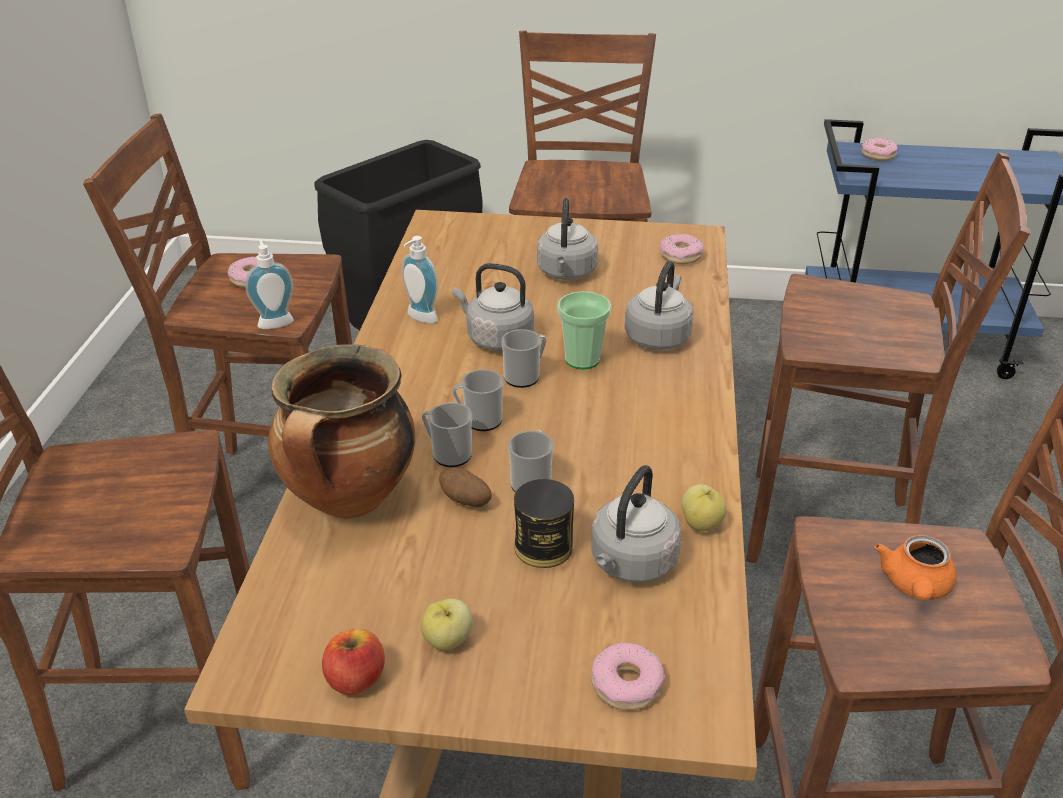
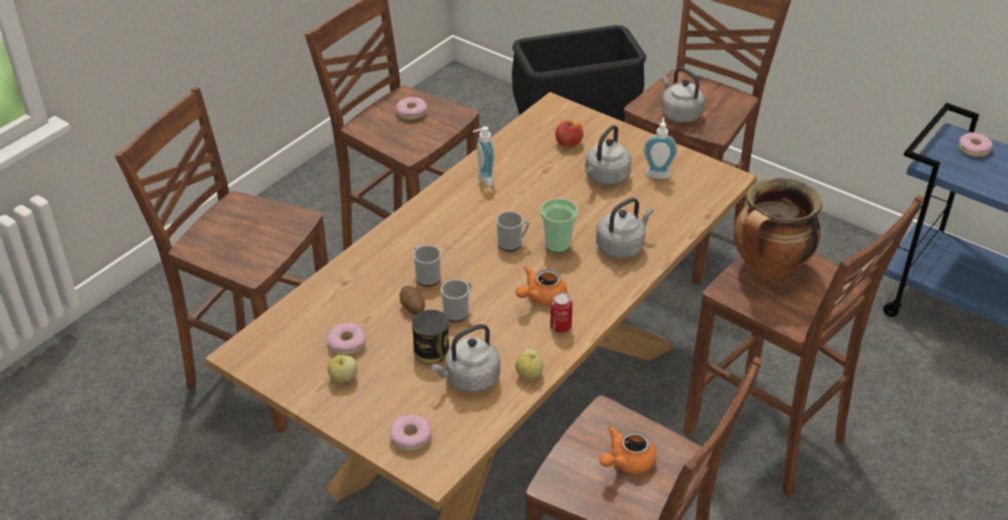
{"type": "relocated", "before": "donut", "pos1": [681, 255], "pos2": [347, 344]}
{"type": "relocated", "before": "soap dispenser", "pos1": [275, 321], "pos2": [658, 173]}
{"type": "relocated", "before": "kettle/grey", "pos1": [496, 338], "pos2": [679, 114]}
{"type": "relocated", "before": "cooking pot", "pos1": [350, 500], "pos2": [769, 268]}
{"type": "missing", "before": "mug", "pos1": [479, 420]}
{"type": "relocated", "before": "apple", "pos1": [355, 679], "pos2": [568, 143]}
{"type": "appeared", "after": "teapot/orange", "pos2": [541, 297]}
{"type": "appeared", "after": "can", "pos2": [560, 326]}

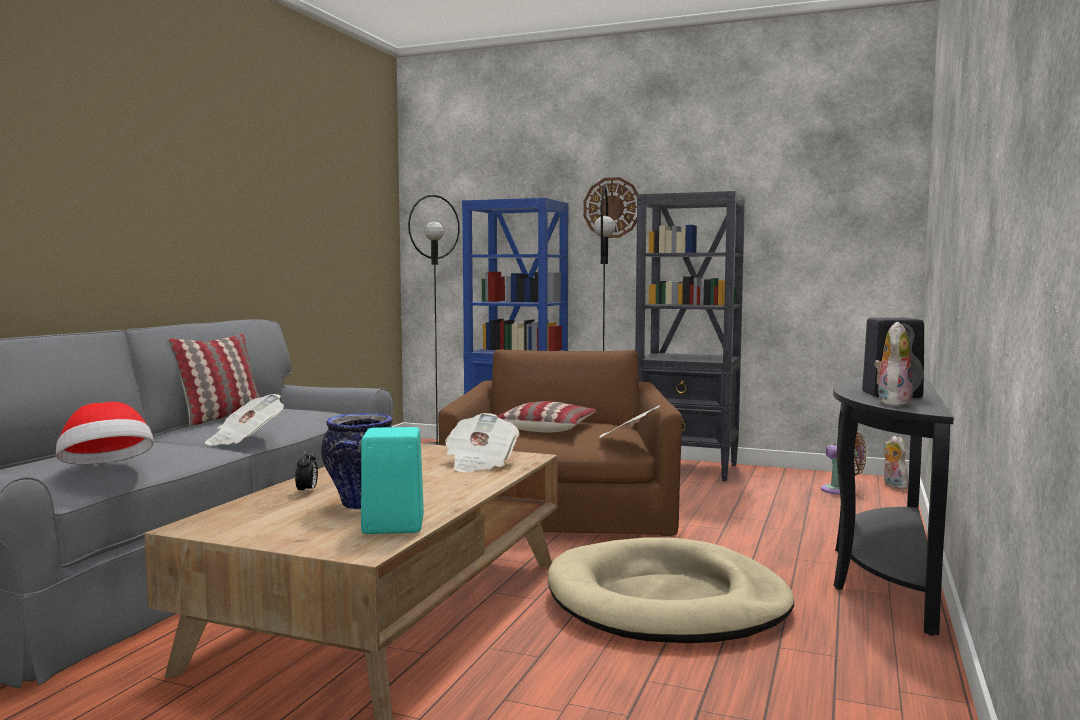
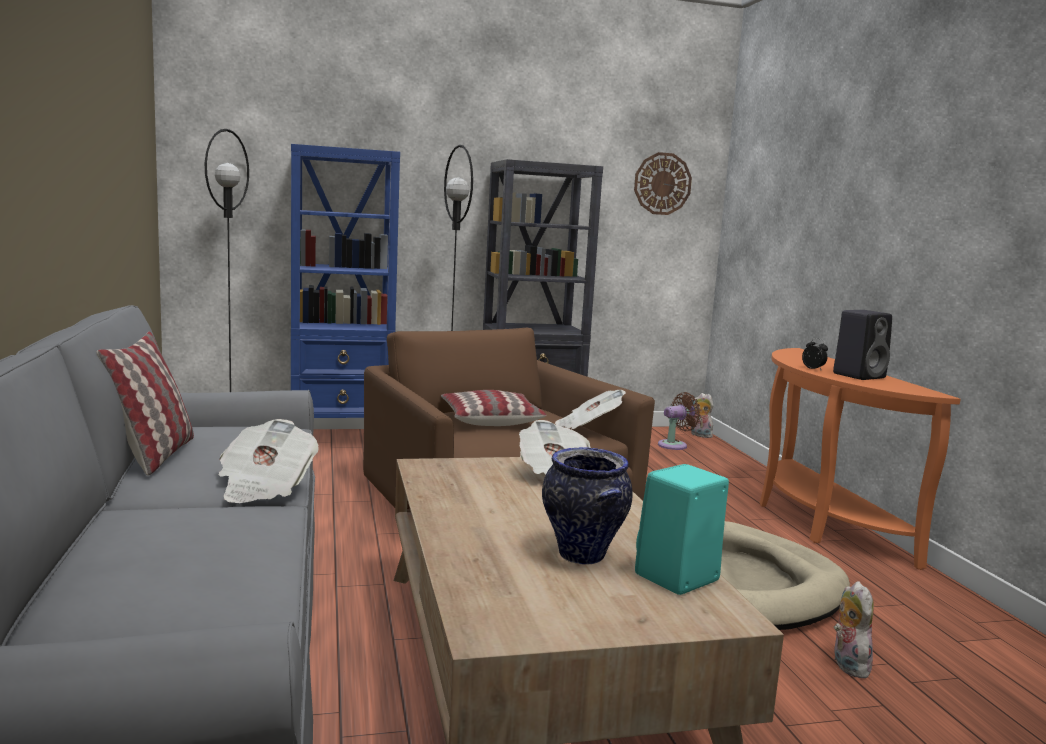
{"type": "relocated", "before": "wall clock", "pos1": [612, 207], "pos2": [662, 184]}
{"type": "relocated", "before": "plush toy", "pos1": [892, 403], "pos2": [847, 665]}
{"type": "colour", "before": "console table/black", "after": "console table/orange", "pos1": [883, 573], "pos2": [817, 521]}
{"type": "missing", "before": "hat", "pos1": [107, 470]}
{"type": "relocated", "before": "alarm clock", "pos1": [307, 491], "pos2": [813, 369]}

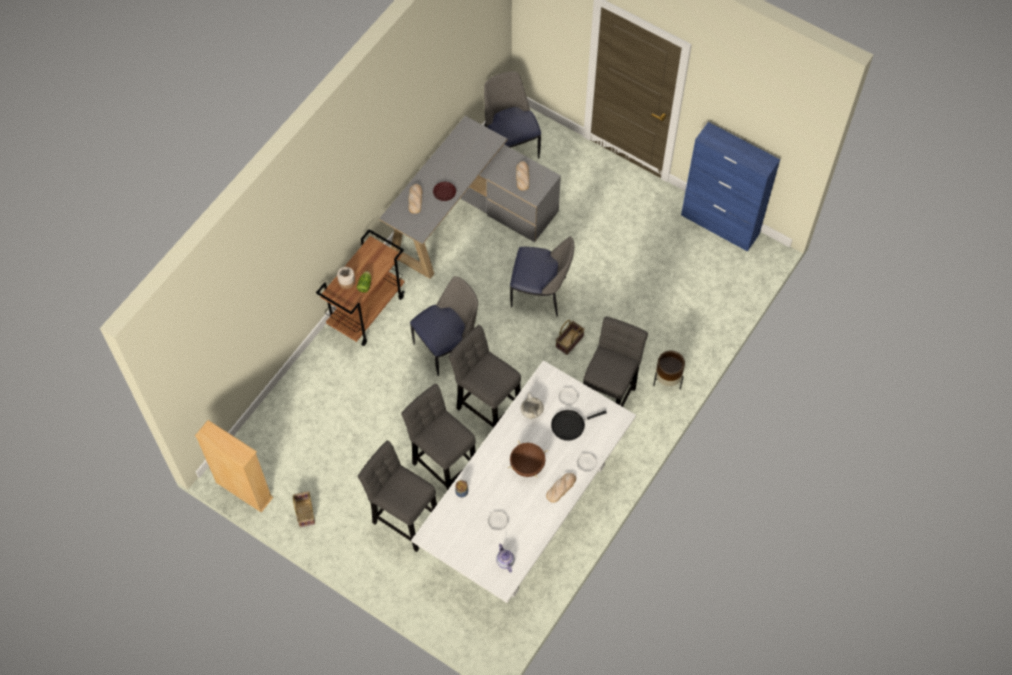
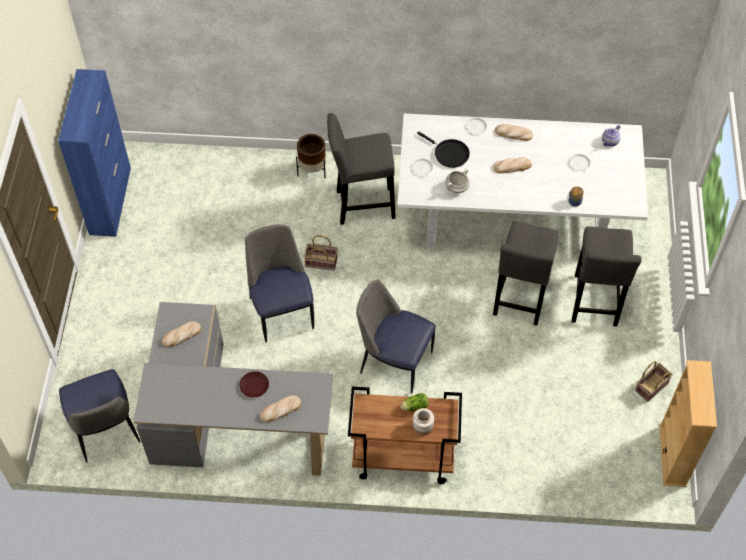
{"type": "spun", "before": "chair", "pos1": [510, 146], "pos2": [105, 431], "turn": -60}
{"type": "missing", "before": "stool/grey", "pos1": [486, 407]}
{"type": "exchanged", "before": "cooking pot/brown", "after": "bread", "pos1": [527, 466], "pos2": [512, 166]}

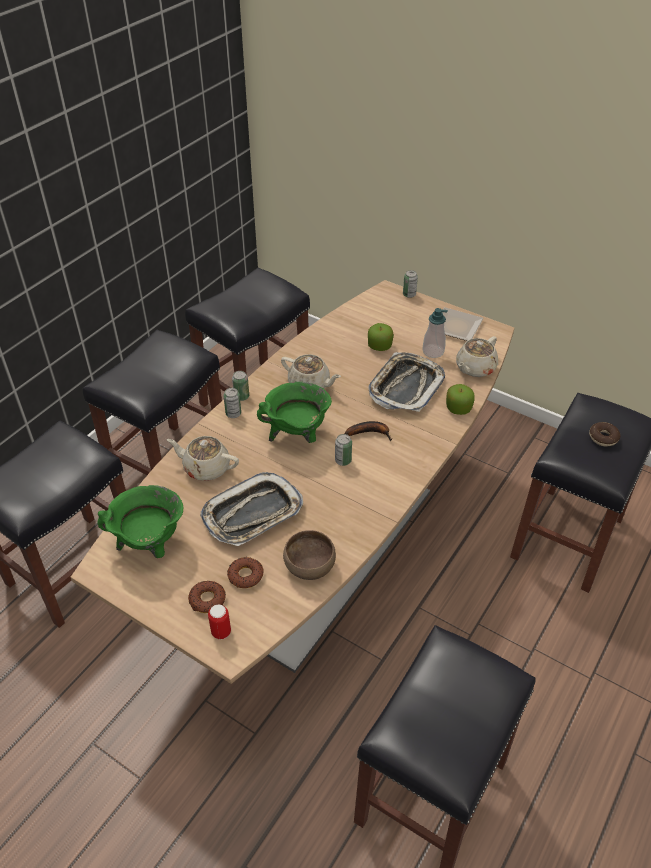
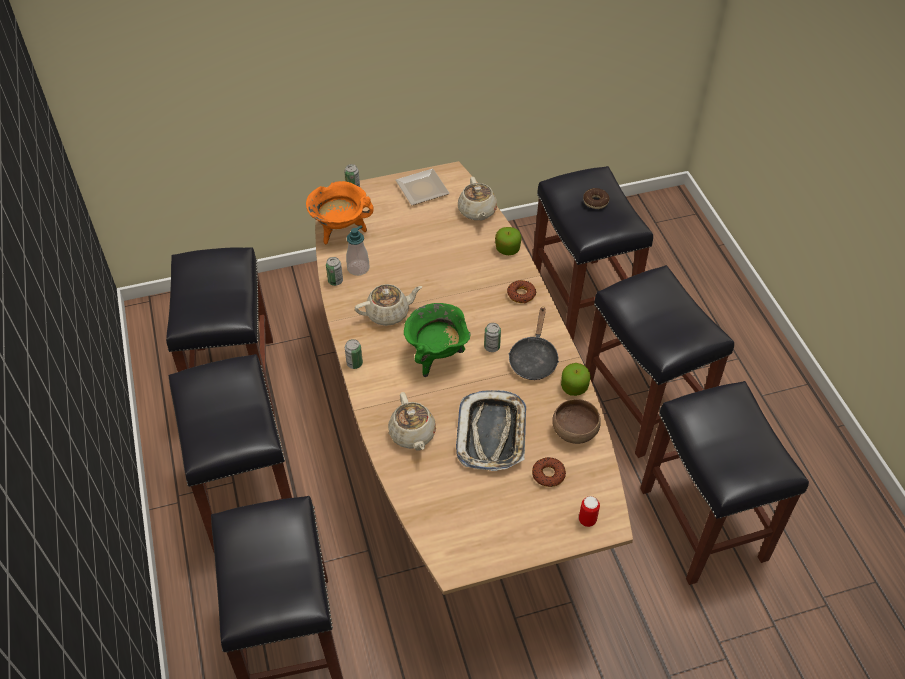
{"type": "relocated", "before": "soap dispenser", "pos1": [433, 352], "pos2": [358, 268]}
{"type": "relocated", "before": "apple", "pos1": [379, 346], "pos2": [574, 387]}
{"type": "missing", "before": "tray", "pos1": [405, 387]}
{"type": "relocated", "before": "can", "pos1": [233, 414], "pos2": [335, 281]}
{"type": "missing", "before": "banana", "pos1": [370, 433]}
{"type": "spun", "before": "teapot/beige", "pos1": [206, 468], "pos2": [412, 434], "turn": -75}
{"type": "missing", "before": "cooking pot/green", "pos1": [150, 544]}
{"type": "relocated", "before": "donut", "pos1": [207, 600], "pos2": [521, 294]}
{"type": "appeared", "after": "cooking pot/orange", "pos2": [341, 230]}
{"type": "appeared", "after": "stool/black", "pos2": [644, 406]}
{"type": "appeared", "after": "frying pan/black", "pos2": [533, 359]}

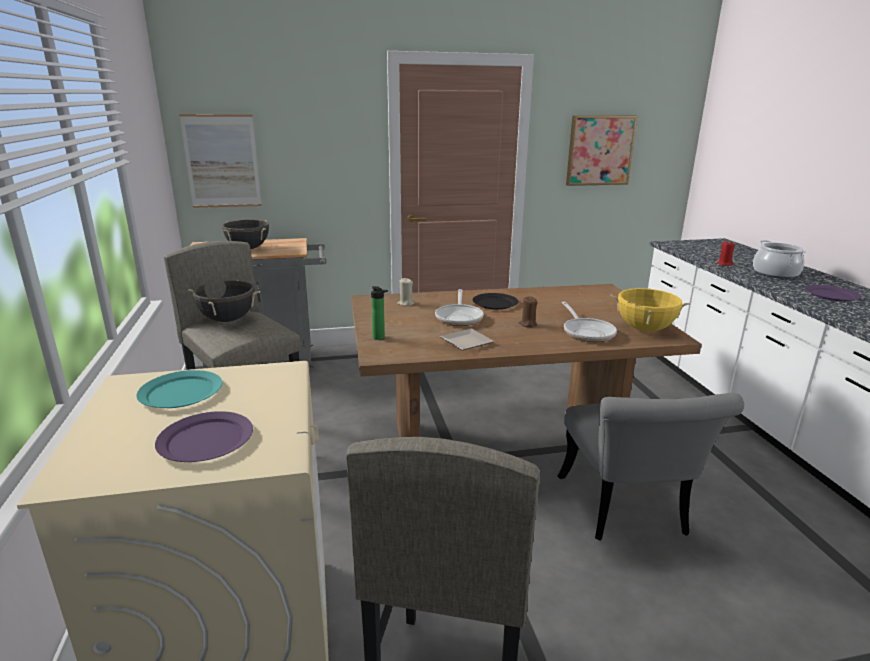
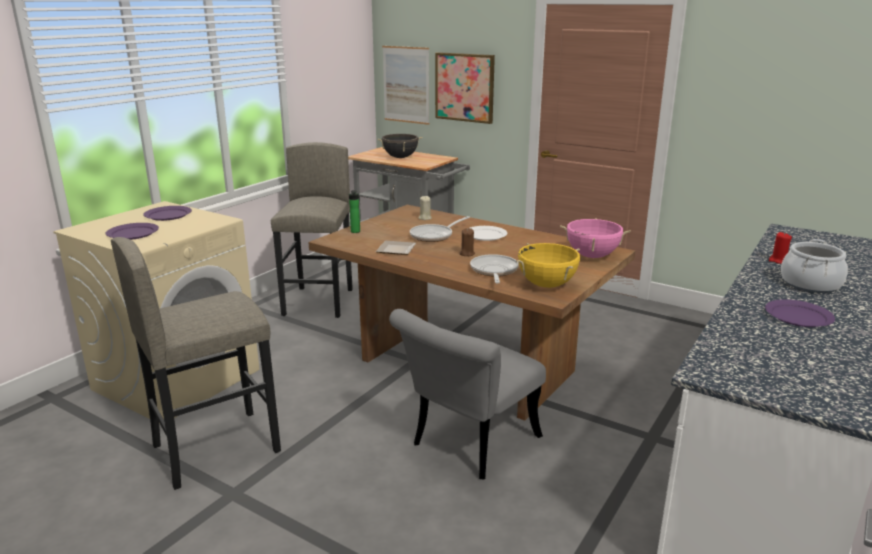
{"type": "relocated", "before": "picture", "pos1": [600, 150], "pos2": [465, 87]}
{"type": "missing", "before": "cooking pot/black", "pos1": [228, 320]}
{"type": "colour", "before": "plate/black", "after": "plate/white", "pos1": [495, 303], "pos2": [486, 235]}
{"type": "spun", "before": "frying pan", "pos1": [587, 332], "pos2": [494, 271], "turn": 150}
{"type": "colour", "before": "plate/turquoise", "after": "plate/purple", "pos1": [182, 393], "pos2": [168, 215]}
{"type": "appeared", "after": "cooking pot/pink", "pos2": [592, 256]}

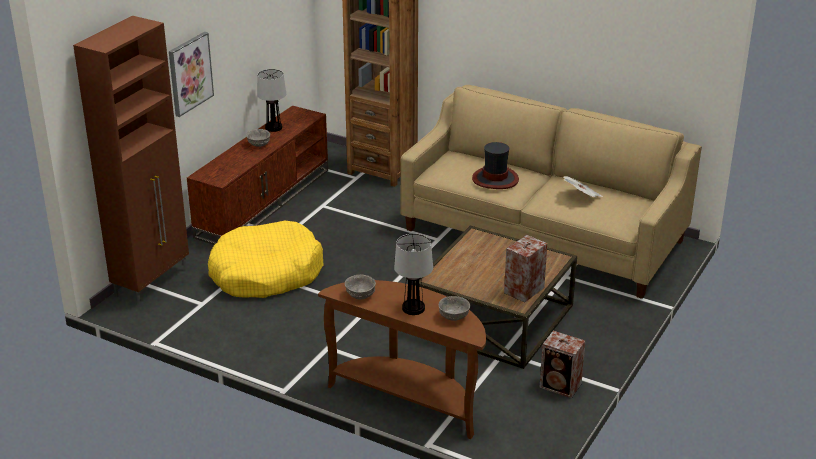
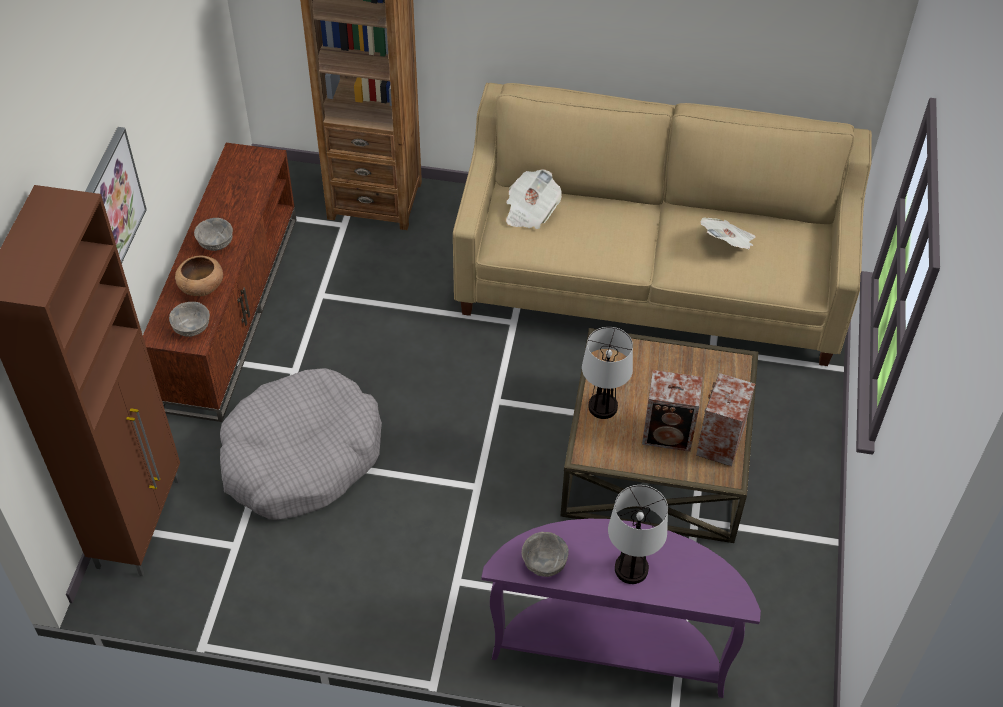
{"type": "relocated", "before": "table lamp", "pos1": [274, 127], "pos2": [603, 406]}
{"type": "missing", "before": "hat", "pos1": [495, 179]}
{"type": "colour", "before": "dog bed/yellow", "after": "dog bed/grey", "pos1": [266, 273], "pos2": [301, 456]}
{"type": "colour", "before": "console table/brown", "after": "console table/purple", "pos1": [409, 399], "pos2": [611, 647]}
{"type": "relocated", "before": "bowl/grey", "pos1": [453, 317], "pos2": [191, 328]}
{"type": "relocated", "before": "speaker", "pos1": [561, 386], "pos2": [669, 434]}
{"type": "appeared", "after": "newspaper", "pos2": [530, 211]}
{"type": "appeared", "after": "bowl/brown", "pos2": [201, 286]}

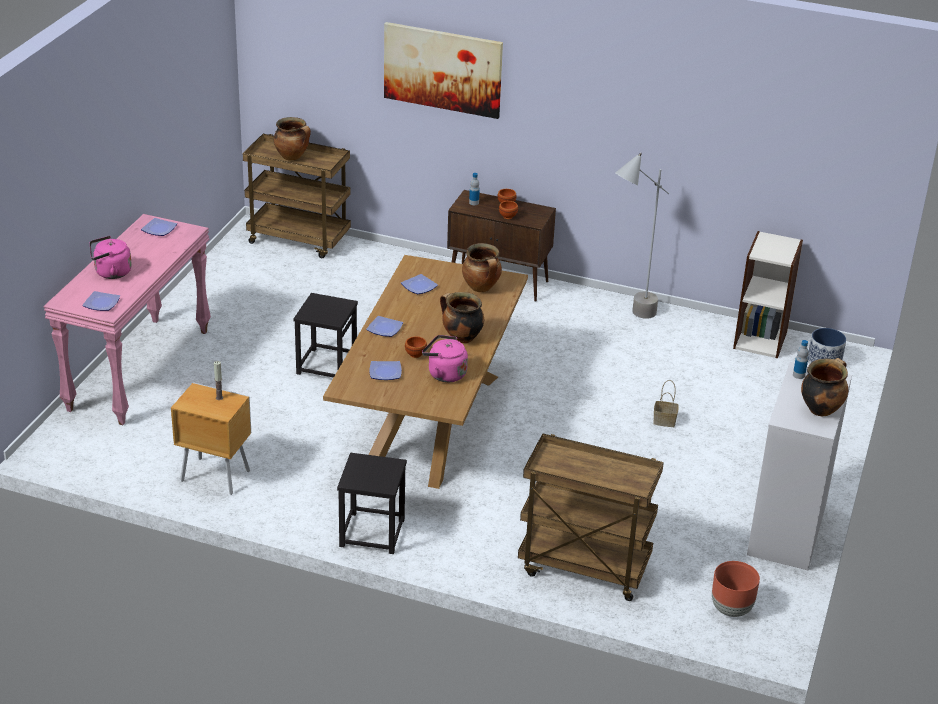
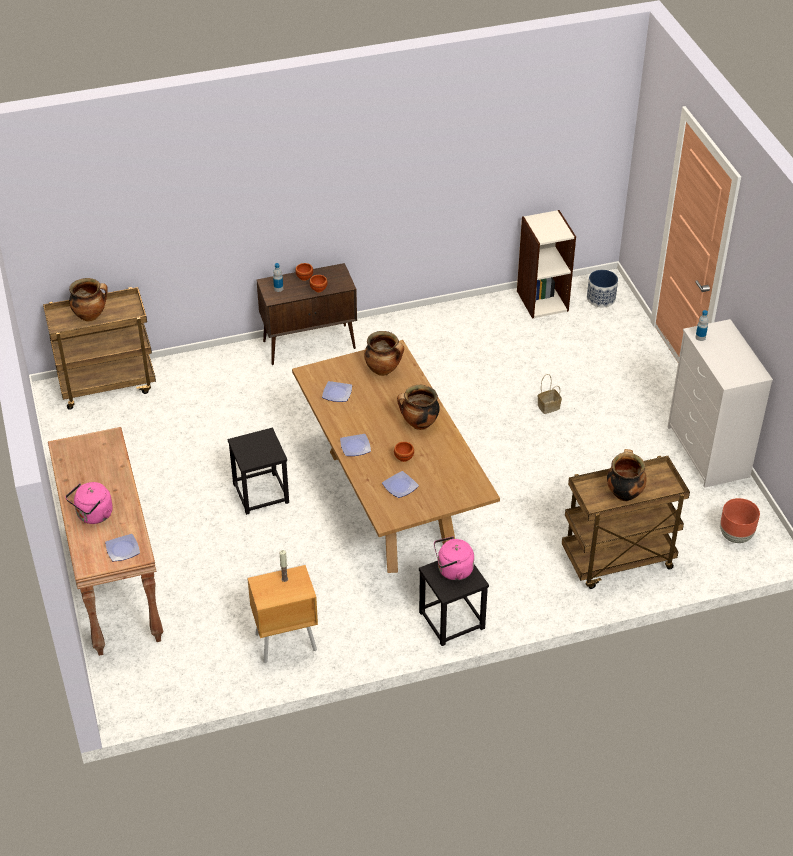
{"type": "missing", "before": "picture", "pos1": [442, 69]}
{"type": "missing", "before": "floor lamp/grey", "pos1": [629, 318]}
{"type": "colour", "before": "console table/pink", "after": "console table/brown", "pos1": [138, 369], "pos2": [114, 582]}
{"type": "missing", "before": "plate", "pos1": [159, 229]}
{"type": "relocated", "before": "kettle/pink", "pos1": [444, 374], "pos2": [453, 570]}
{"type": "relocated", "before": "cooking pot", "pos1": [821, 409], "pos2": [624, 493]}

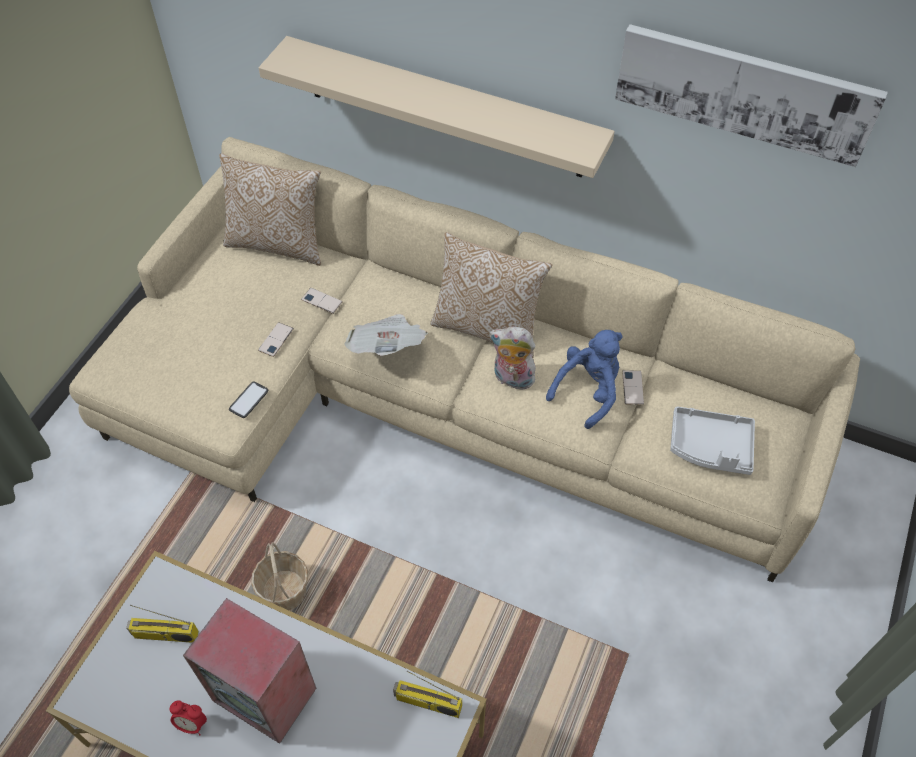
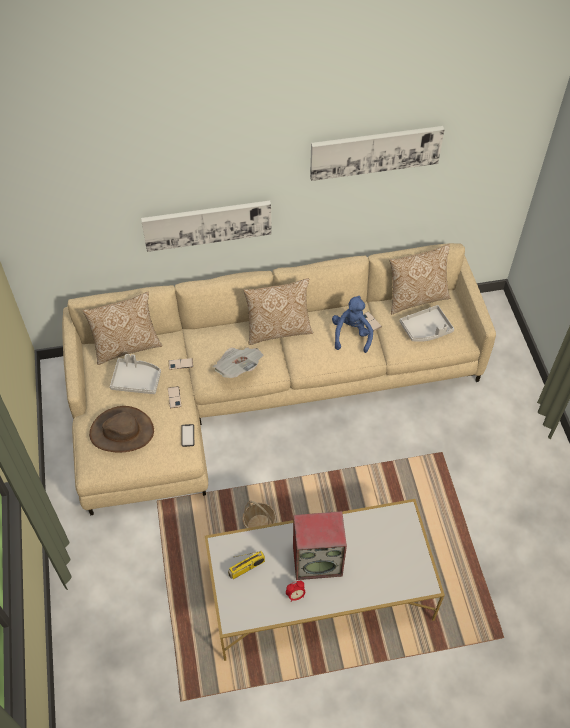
{"type": "exchanged", "before": "shelf/beige", "after": "picture", "pos1": [444, 108], "pos2": [207, 224]}
{"type": "missing", "before": "plush toy", "pos1": [511, 379]}
{"type": "missing", "before": "radio", "pos1": [427, 703]}
{"type": "appeared", "after": "pillow", "pos2": [416, 298]}
{"type": "appeared", "after": "tray/grey", "pos2": [136, 380]}
{"type": "appeared", "after": "hat/brown", "pos2": [122, 432]}

